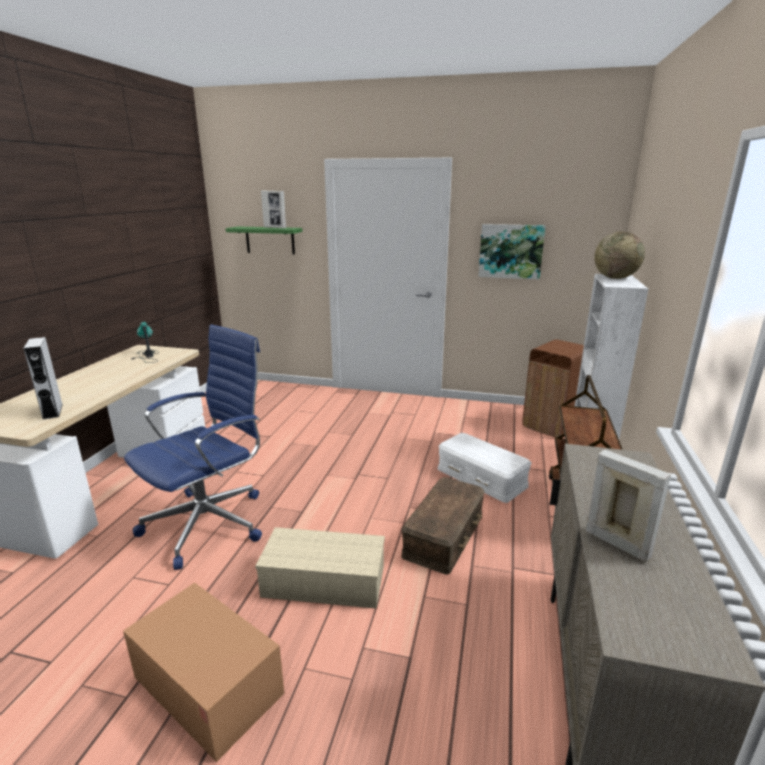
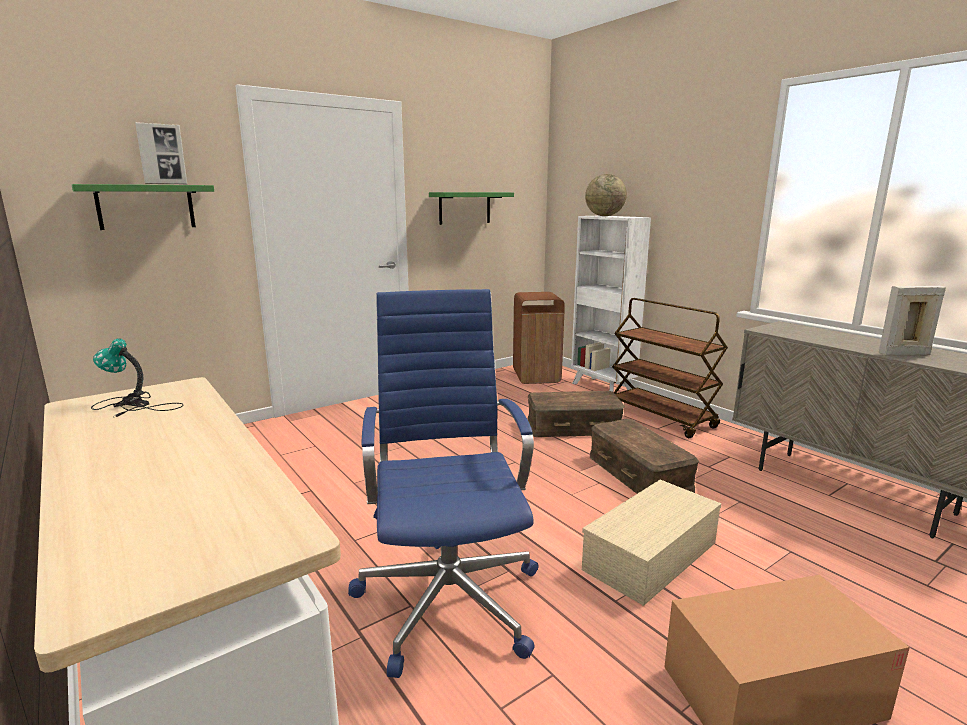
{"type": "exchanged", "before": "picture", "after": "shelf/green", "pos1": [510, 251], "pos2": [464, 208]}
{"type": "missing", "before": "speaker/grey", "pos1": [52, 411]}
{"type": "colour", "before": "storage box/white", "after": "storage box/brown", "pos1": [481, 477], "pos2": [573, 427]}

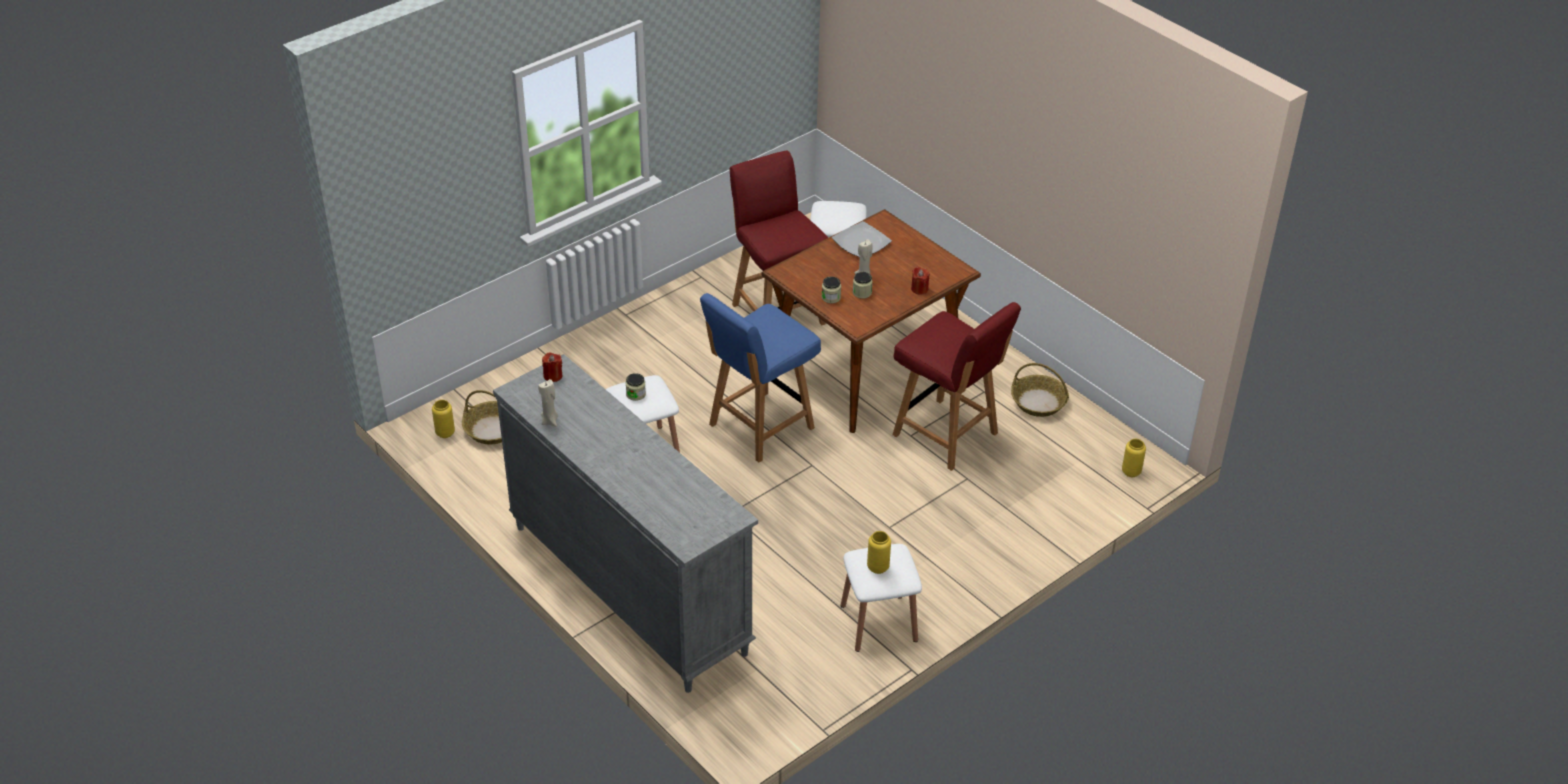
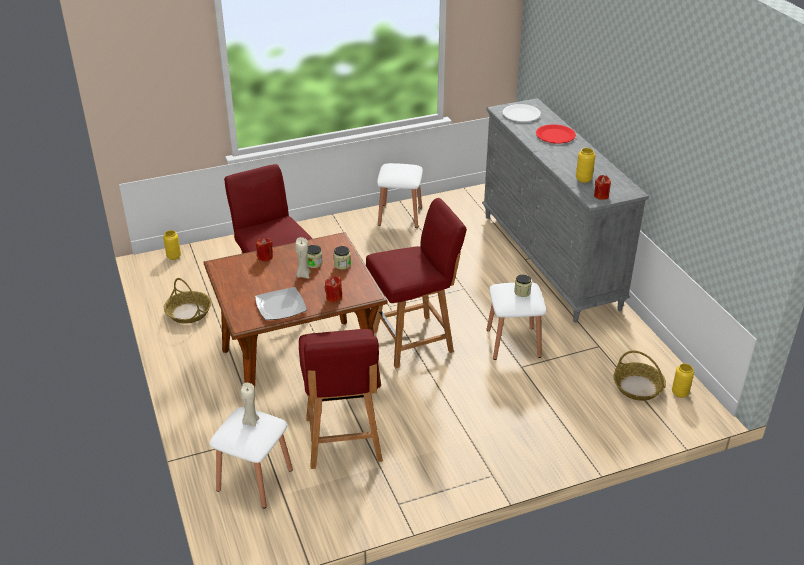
{"type": "colour", "before": "chair/blue", "after": "chair/red", "pos1": [759, 427], "pos2": [414, 341]}
{"type": "relocated", "before": "candle/beige", "pos1": [550, 421], "pos2": [250, 421]}
{"type": "relocated", "before": "vase/yellow", "pos1": [878, 567], "pos2": [583, 179]}
{"type": "appeared", "after": "plate/white", "pos2": [521, 114]}
{"type": "appeared", "after": "plate/red", "pos2": [555, 135]}
{"type": "appeared", "after": "candle/red", "pos2": [334, 297]}

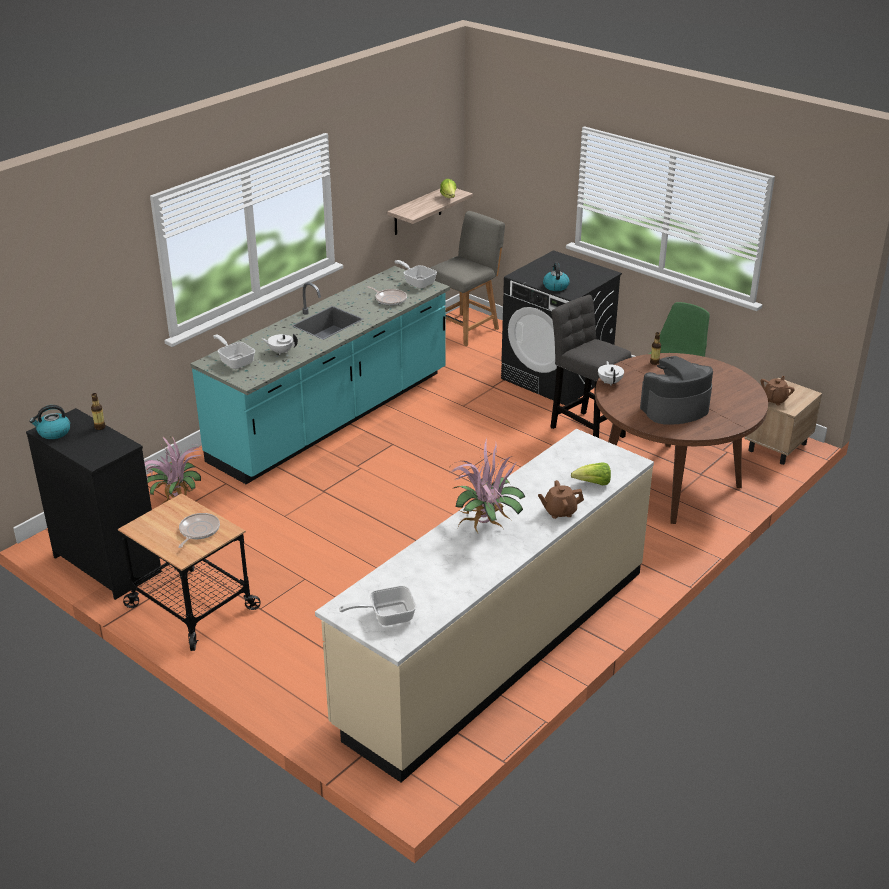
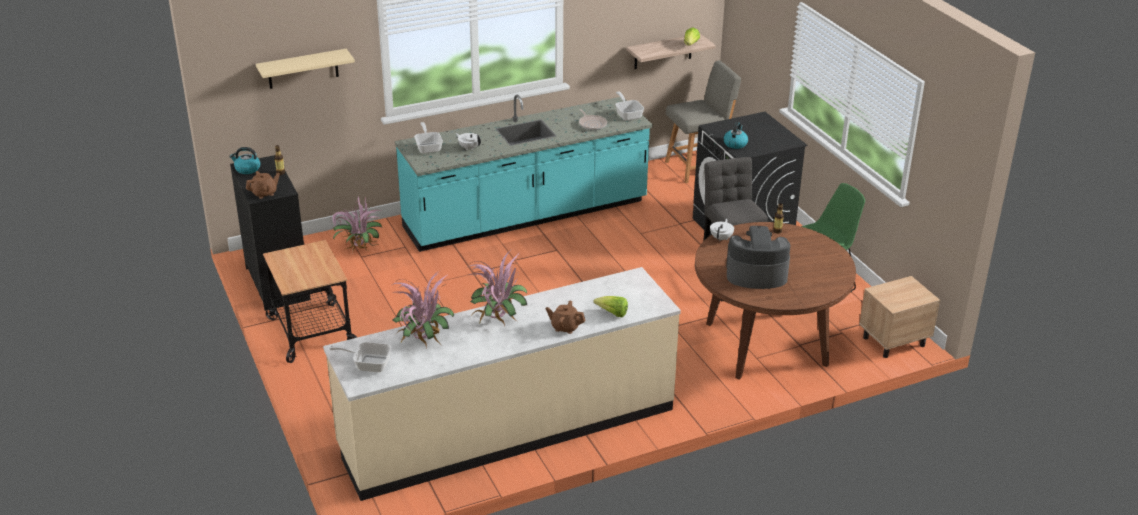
{"type": "relocated", "before": "teapot/brown", "pos1": [775, 400], "pos2": [264, 193]}
{"type": "missing", "before": "frying pan", "pos1": [198, 531]}
{"type": "appeared", "after": "shelf/beige", "pos2": [303, 69]}
{"type": "appeared", "after": "potted plant", "pos2": [423, 343]}

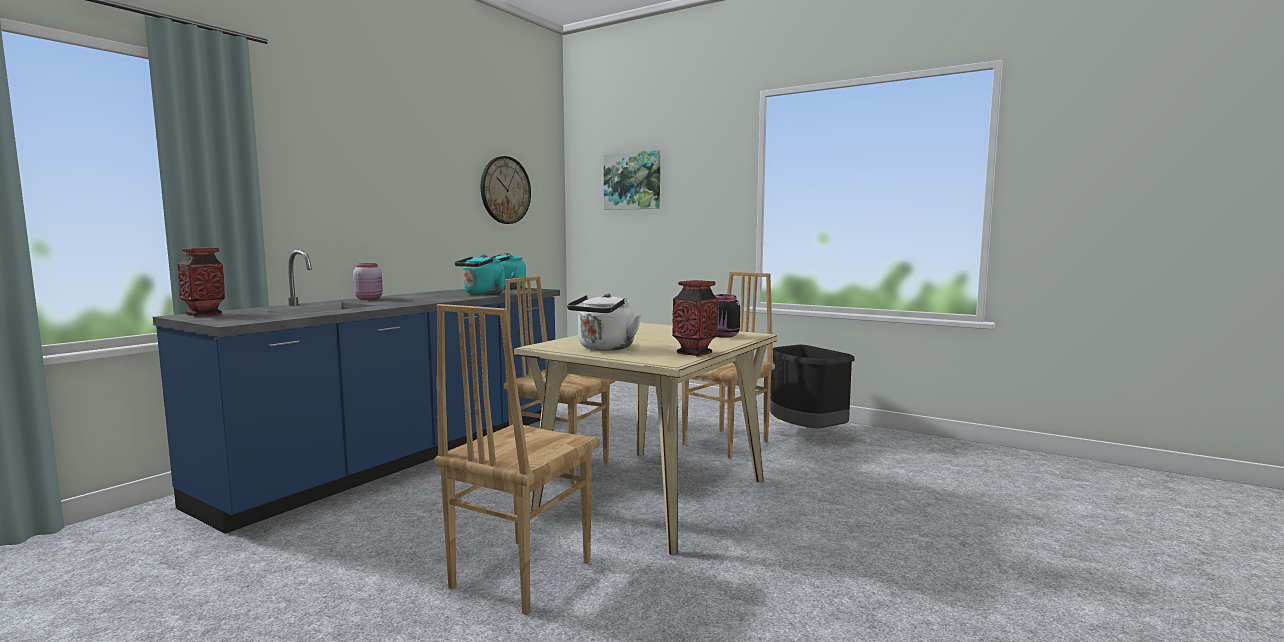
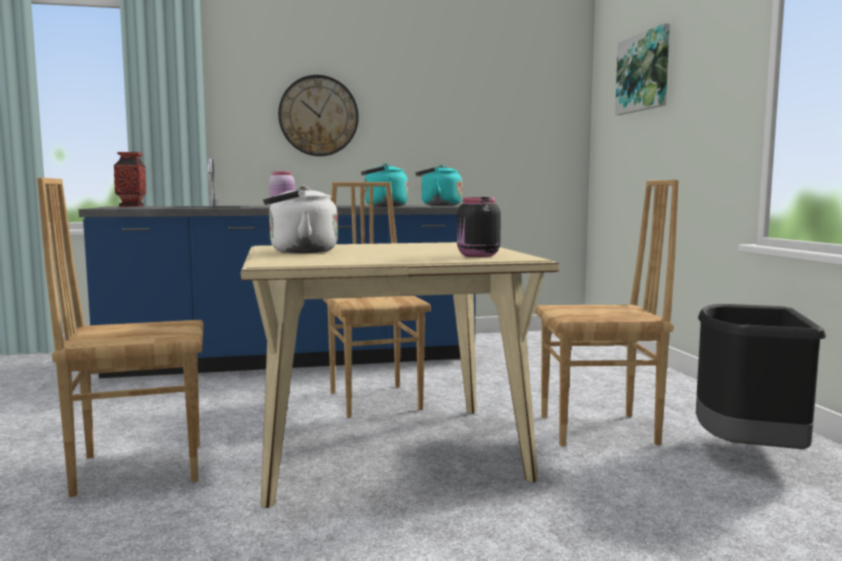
{"type": "relocated", "before": "wall clock", "pos1": [505, 190], "pos2": [318, 116]}
{"type": "missing", "before": "vase", "pos1": [694, 353]}

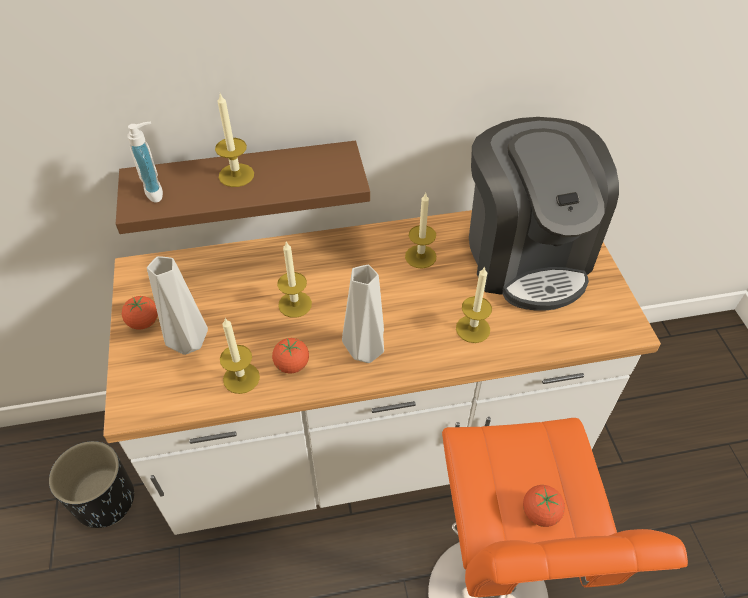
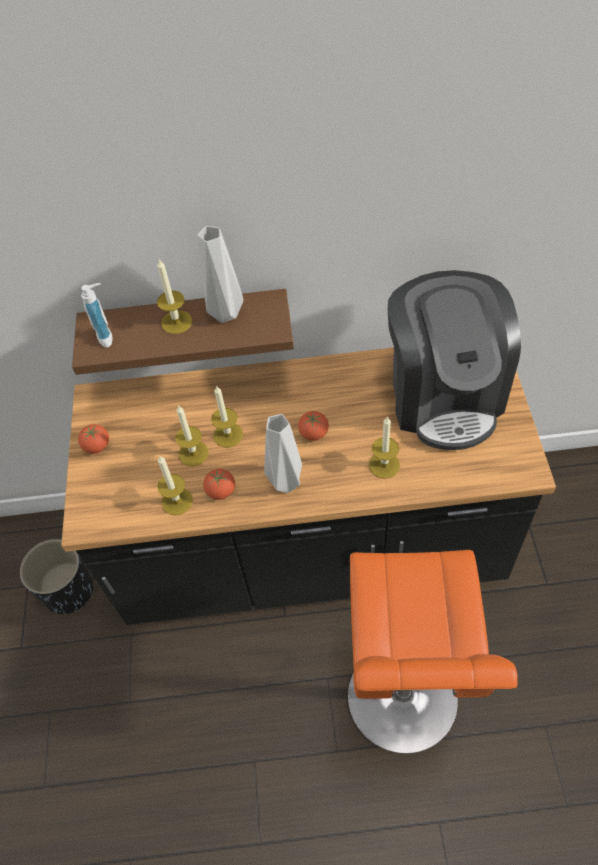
{"type": "relocated", "before": "candle", "pos1": [420, 256], "pos2": [193, 453]}
{"type": "colour", "before": "counter/white", "after": "counter/black", "pos1": [374, 442], "pos2": [311, 551]}
{"type": "relocated", "before": "vase/grey", "pos1": [189, 345], "pos2": [226, 315]}
{"type": "relocated", "before": "tomato", "pos1": [540, 513], "pos2": [314, 433]}

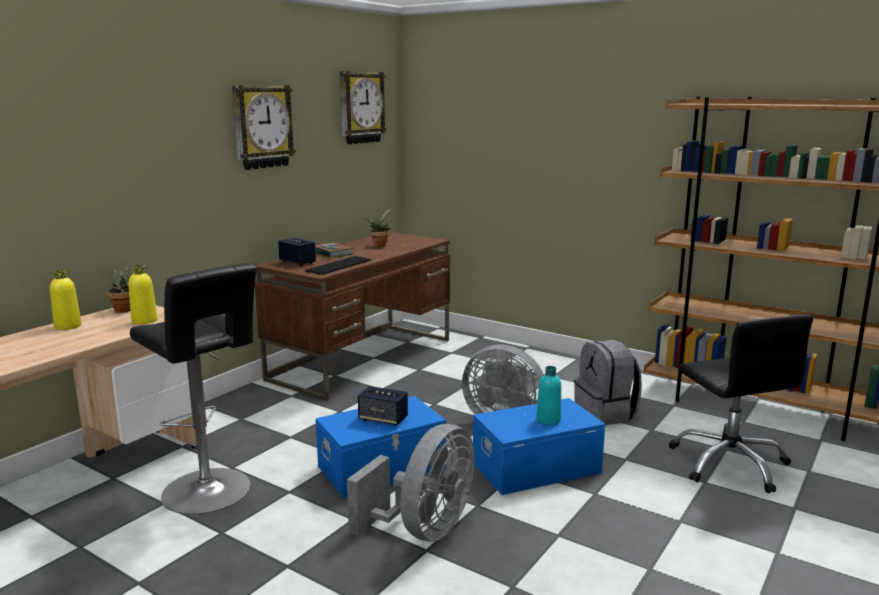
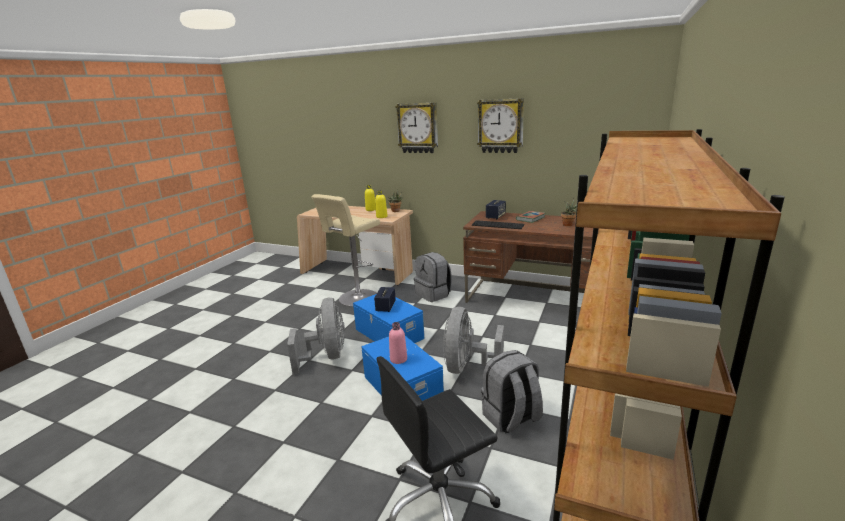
{"type": "relocated", "before": "wall clock", "pos1": [361, 107], "pos2": [418, 128]}
{"type": "colour", "before": "stool/black", "after": "stool/beige", "pos1": [210, 492], "pos2": [356, 299]}
{"type": "colour", "before": "bottle/turquoise", "after": "bottle/pink", "pos1": [548, 420], "pos2": [398, 359]}
{"type": "spun", "before": "fan/grey", "pos1": [424, 530], "pos2": [326, 356], "turn": -120}
{"type": "appeared", "after": "backpack/grey", "pos2": [434, 294]}

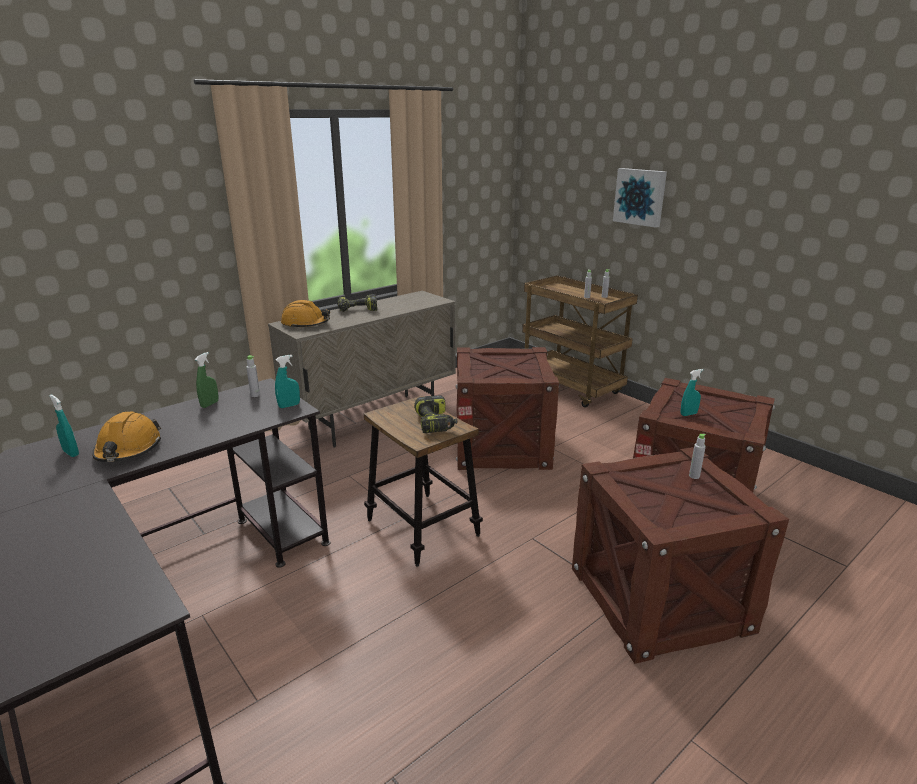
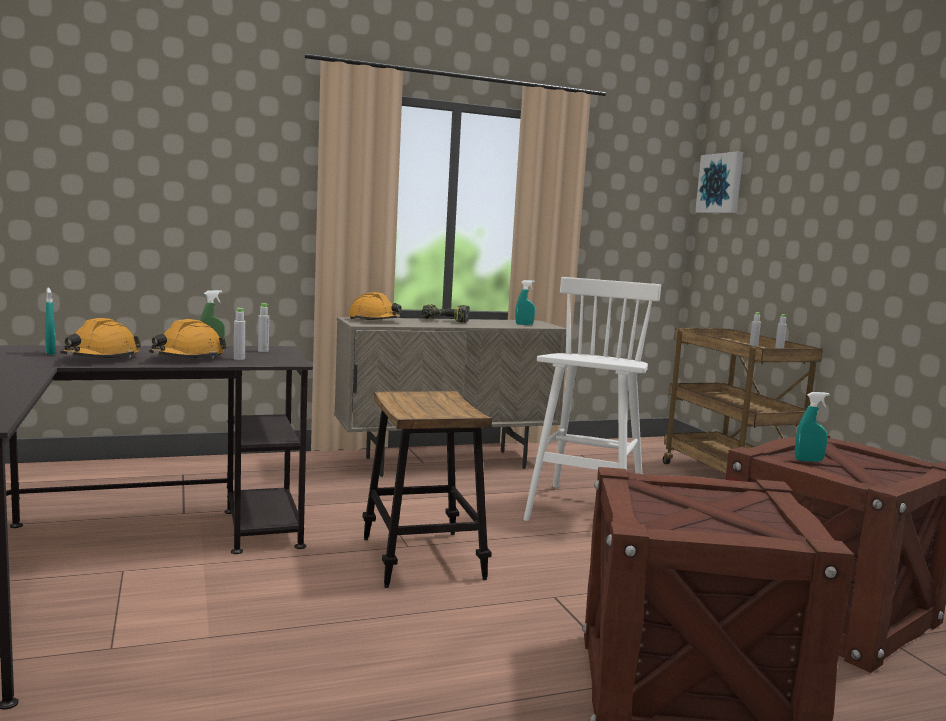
{"type": "relocated", "before": "picture", "pos1": [640, 197], "pos2": [721, 183]}
{"type": "exchanged", "before": "crate", "after": "stool/white", "pos1": [501, 446], "pos2": [585, 511]}
{"type": "relocated", "before": "spray bottle/turquoise", "pos1": [289, 406], "pos2": [524, 324]}
{"type": "missing", "before": "power drill", "pos1": [435, 423]}
{"type": "relocated", "before": "bottle/grey", "pos1": [694, 476], "pos2": [239, 359]}
{"type": "appeared", "after": "hard hat/orange", "pos2": [187, 358]}

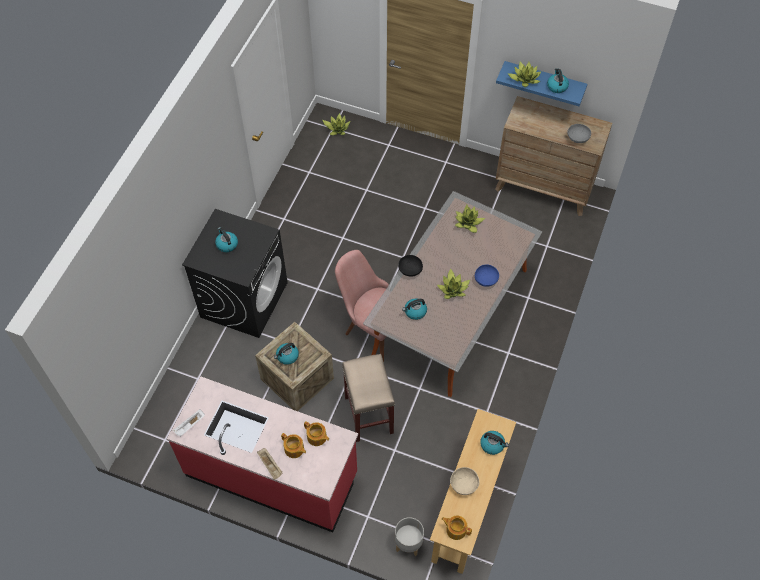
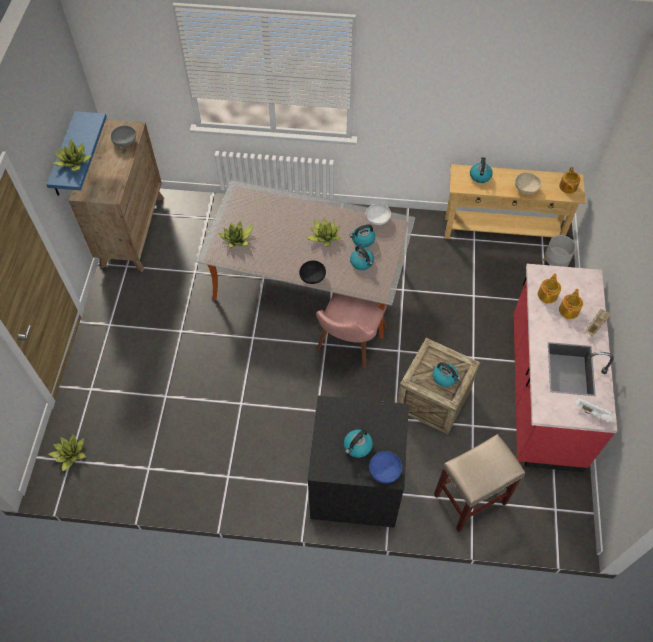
{"type": "relocated", "before": "kettle", "pos1": [556, 86], "pos2": [362, 240]}
{"type": "relocated", "before": "bowl/blue", "pos1": [486, 280], "pos2": [385, 471]}
{"type": "relocated", "before": "stool/beige", "pos1": [368, 414], "pos2": [469, 500]}
{"type": "appeared", "after": "bowl/white", "pos2": [377, 220]}

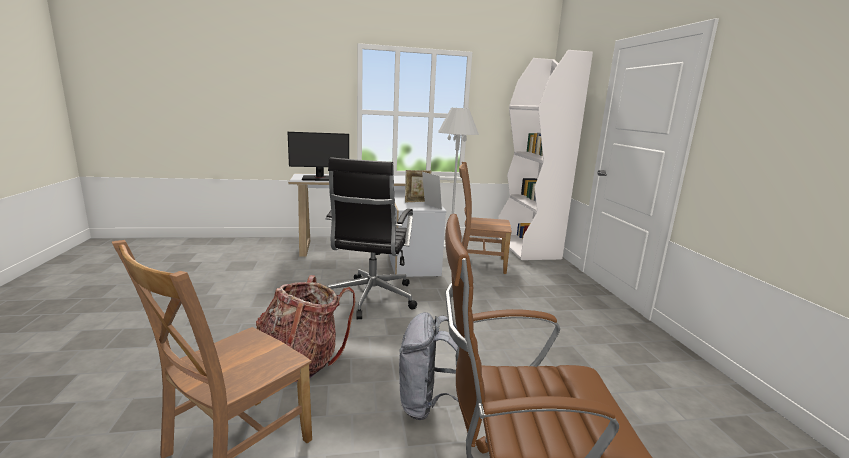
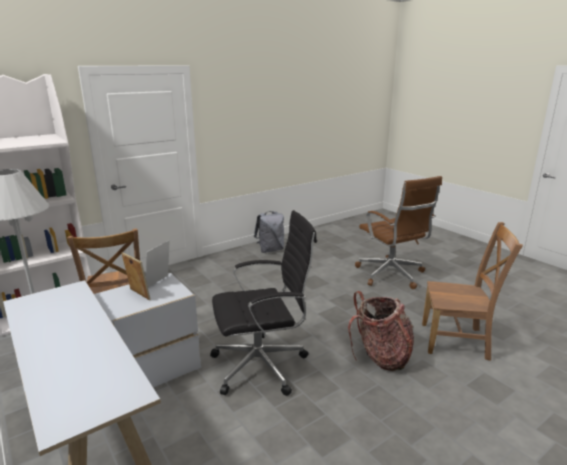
{"type": "missing", "before": "monitor", "pos1": [319, 178]}
{"type": "relocated", "before": "backpack/grey", "pos1": [429, 404], "pos2": [270, 250]}

